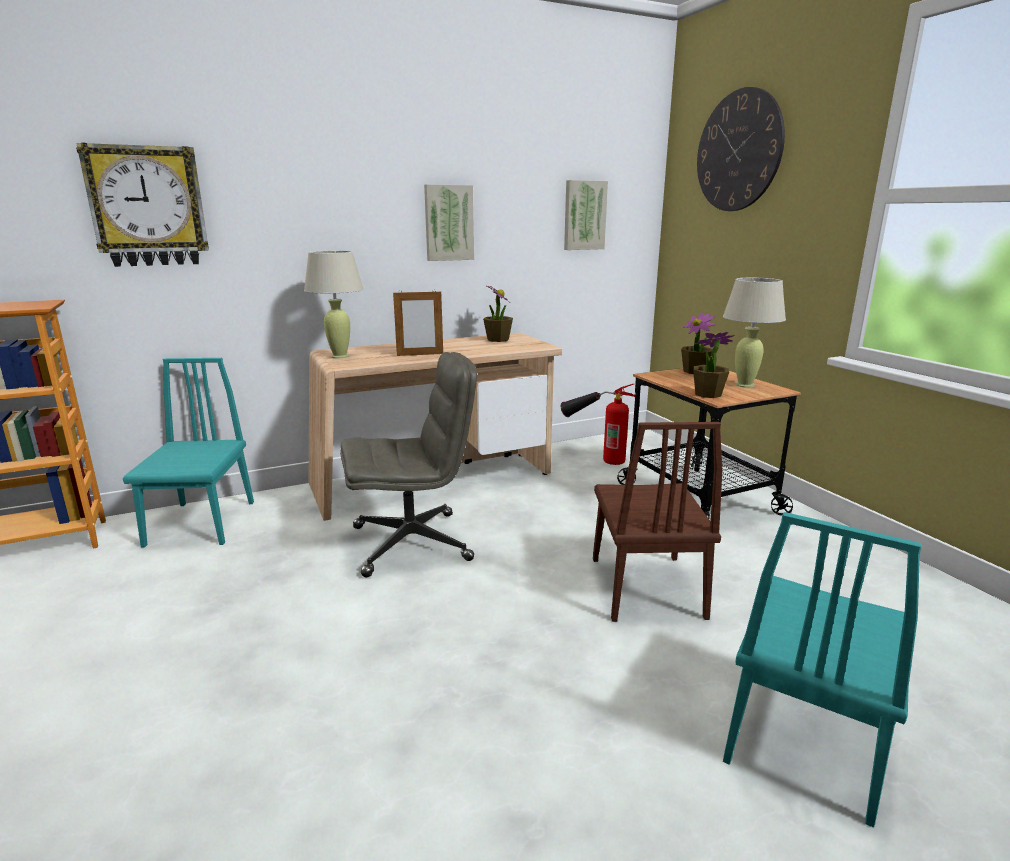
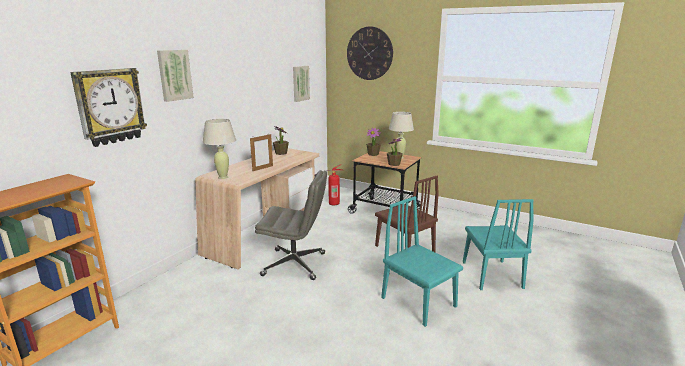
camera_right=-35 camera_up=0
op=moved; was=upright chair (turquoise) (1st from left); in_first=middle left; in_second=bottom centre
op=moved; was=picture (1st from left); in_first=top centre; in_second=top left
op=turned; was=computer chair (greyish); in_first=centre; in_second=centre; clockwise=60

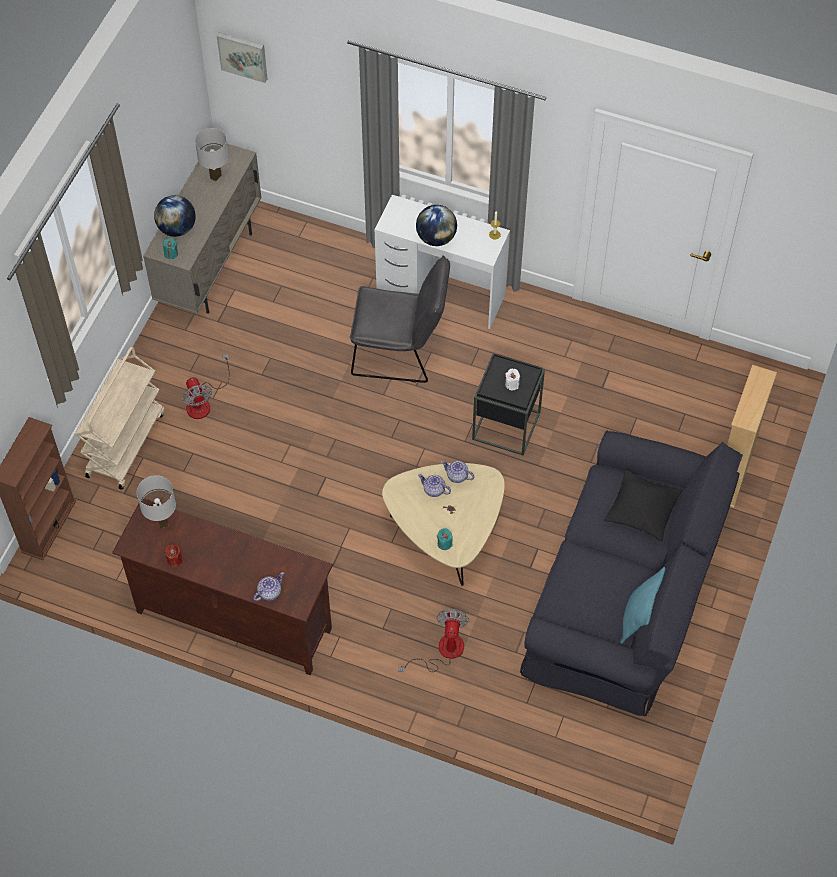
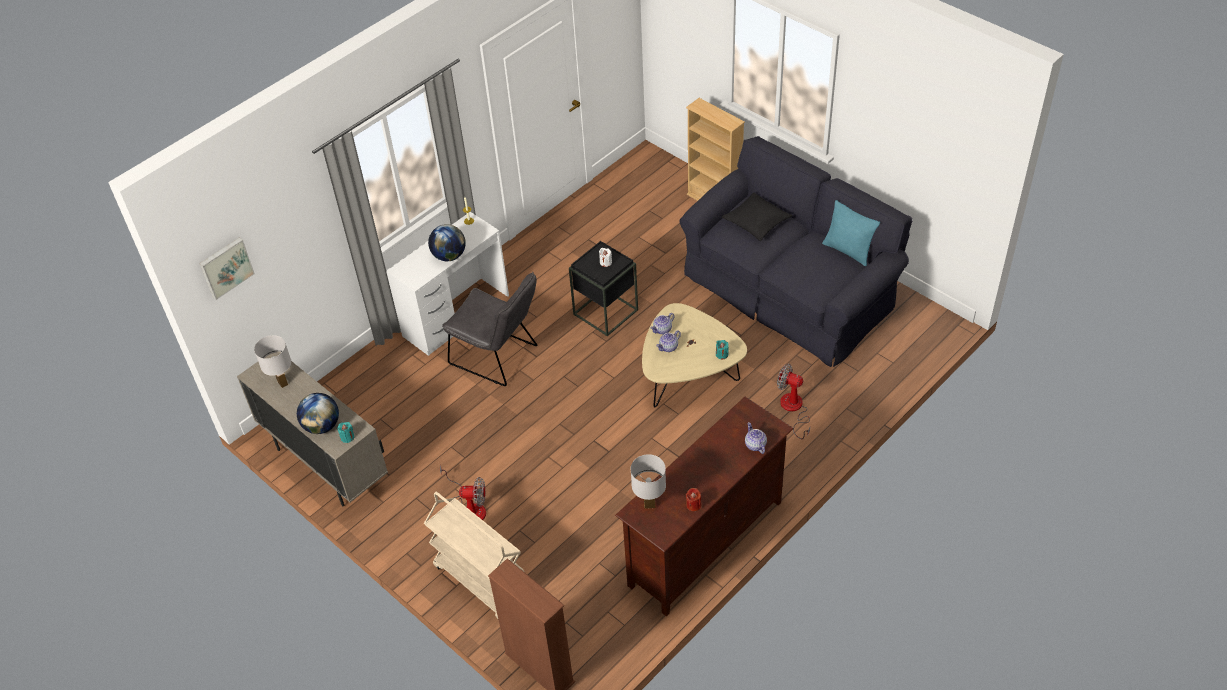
camera_right=-65 camera_up=-10
op=turned; was=upright chair (greyish); in_first=centre; in_second=centre; clockwise=90

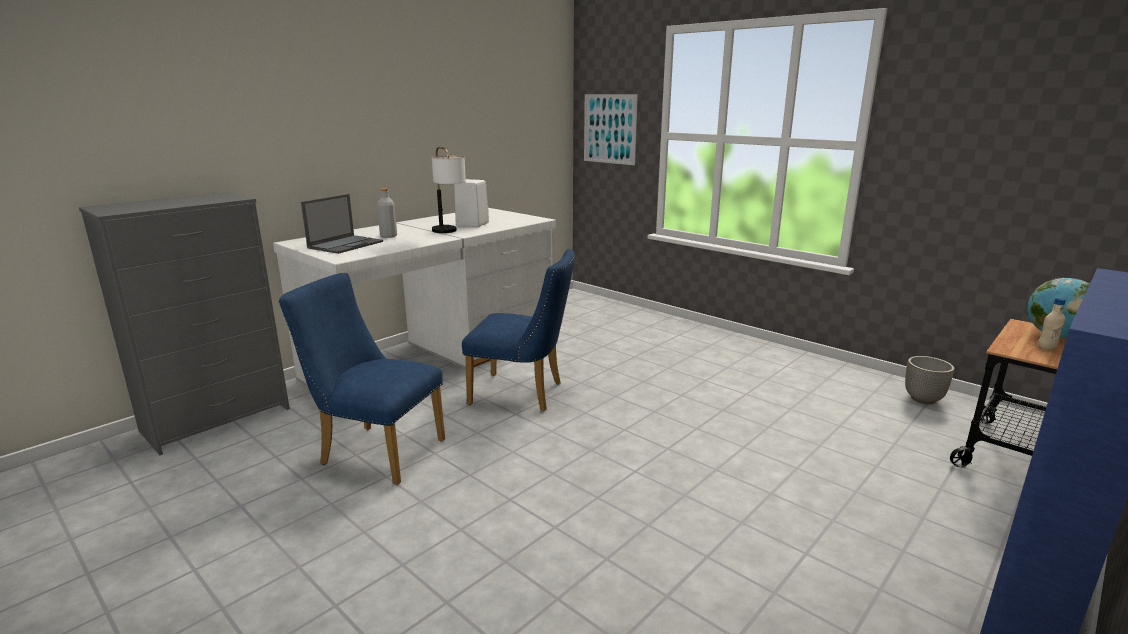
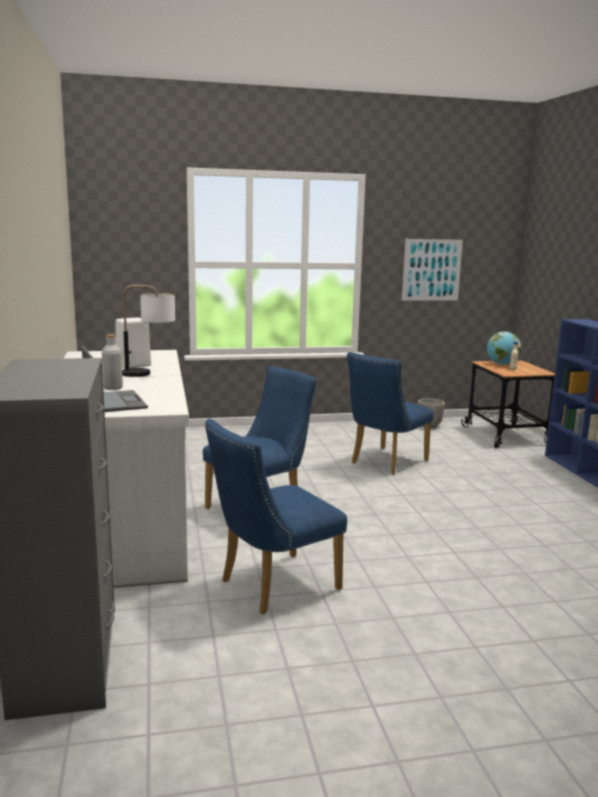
camera_right=-55 camera_up=-5
op=added; now=upright chair (bluish) (3rd from left); in_second=centre
op=moved; was=picture; in_first=top centre; in_second=middle right

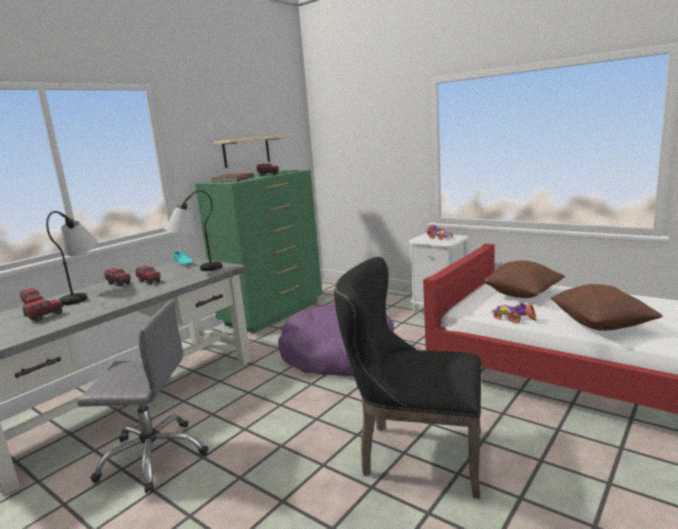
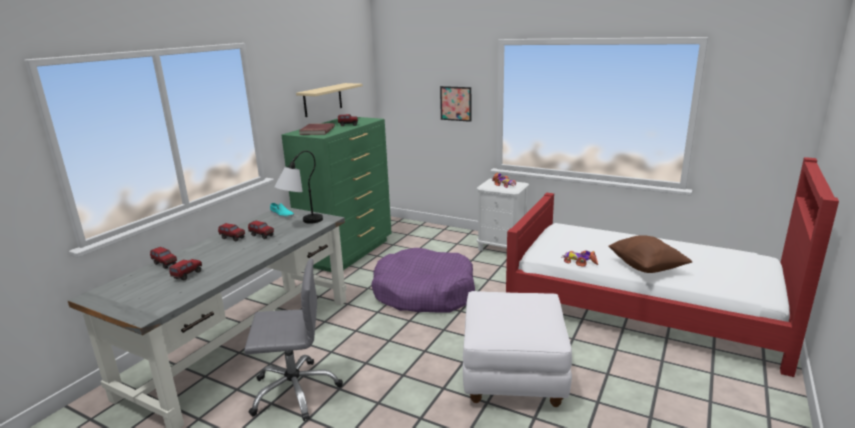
camera_right=-10 camera_up=5
op=removed; was=table lamp (1st from left); in_first=middle left
op=removed; was=cushion (brown) (1st from left); in_first=middle right
op=added; now=picture; in_second=top centre
op=replaced; was=upright chair (black); now=ottoman (white); in_first=bottom centre; in_second=bottom centre

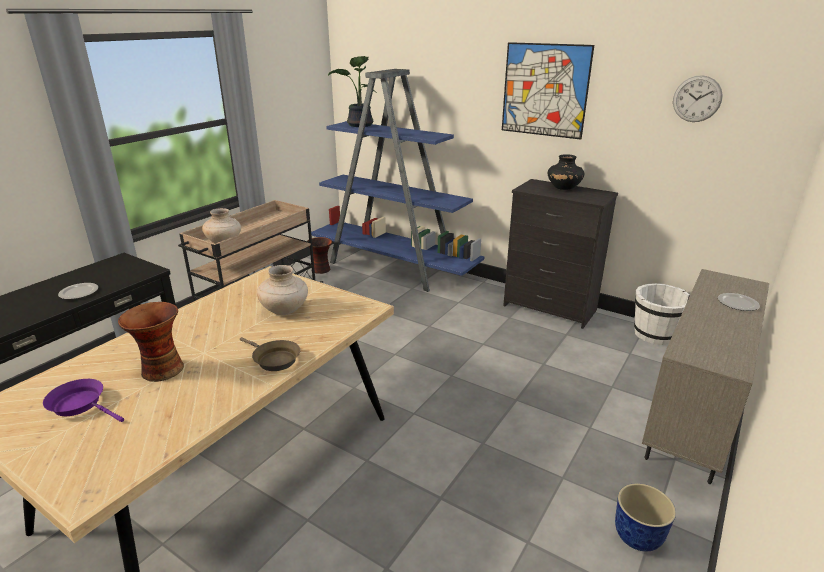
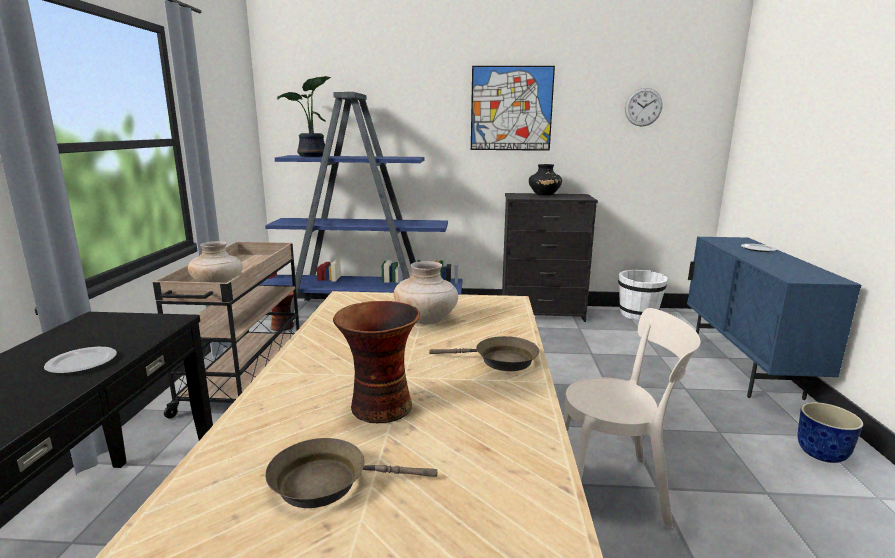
camera_right=-30 camera_up=-10
op=added; now=upright chair (sand-coloured); in_second=bottom right
op=recoloured; was=frying pan (purplish); now=frying pan (brown) (1st from left); in_first=bottom left; in_second=bottom centre
op=recoloured; was=storage cabinet (sand-coloured); now=storage cabinet (bluish); in_first=middle right; in_second=middle right

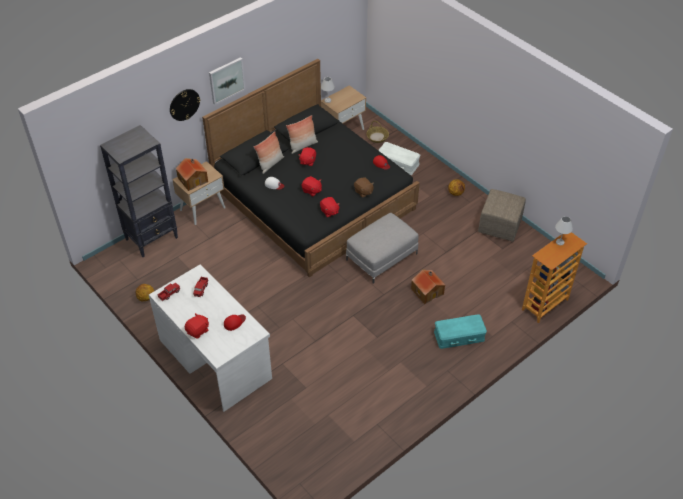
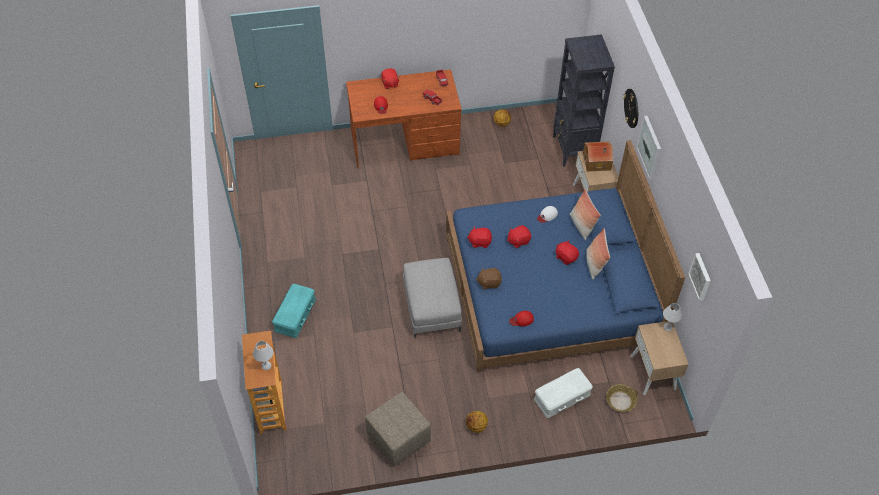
camera_right=120 camera_up=5
op=removed; was=model house (2nd from left); in_first=centre
op=added; now=picture (2nd from left); in_second=middle right
op=recoloured; was=desk table (white); now=desk table (brown); in_first=bottom left; in_second=top centre
op=recoloured; was=sleeping bed (black); now=sleeping bed (bluish); in_first=centre; in_second=centre

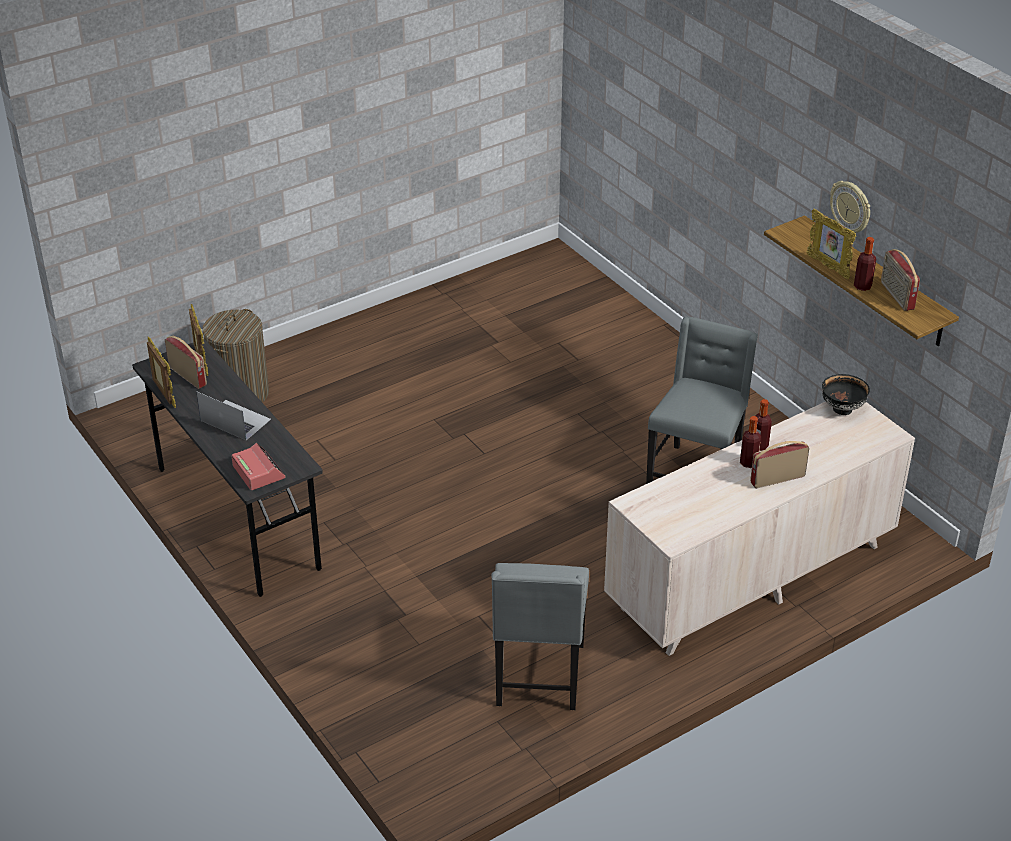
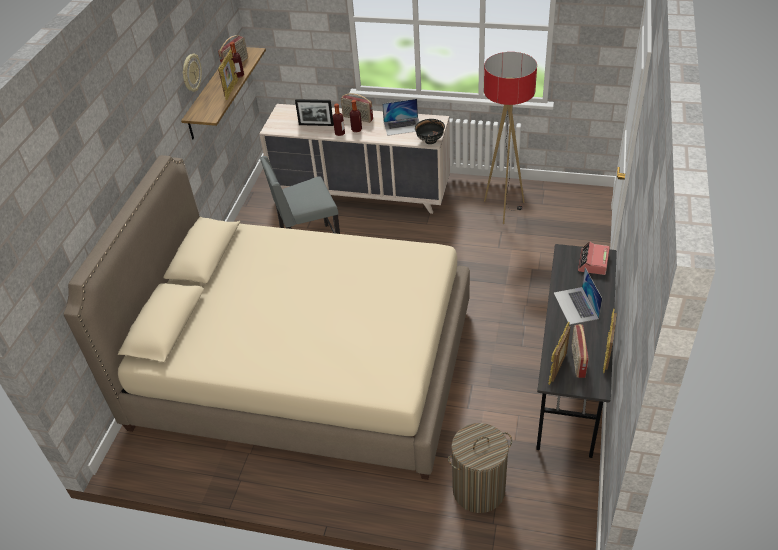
camera_right=-130 camera_up=5
op=added; now=sleeping bed (sand-coloured); in_second=centre
op=added; now=standing frame (2nd from left); in_second=top centre
op=added; now=portable computer (1st from left); in_second=top centre
op=moved; was=bowl (black); in_first=middle right; in_second=top centre
op=replaced; was=upright chair (greyish) (1st from left); now=standard lamp; in_first=bottom centre; in_second=top centre

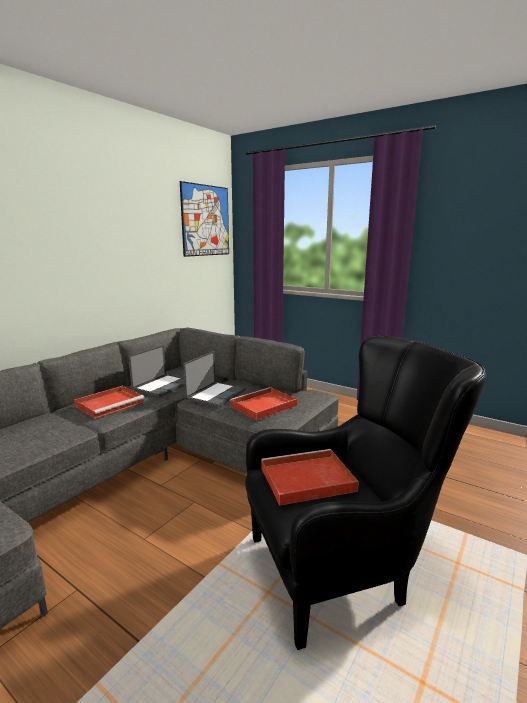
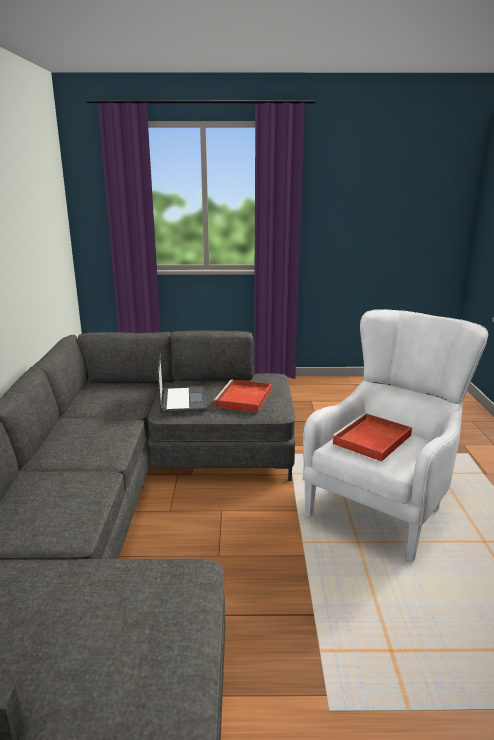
camera_right=-35 camera_up=5
op=removed; was=tray (red-coloured) (1st from left); in_first=middle left
op=removed; was=portable computer (1st from left); in_first=middle left
op=removed; was=picture; in_first=top centre
op=recoloured; was=armchair (black); now=armchair (white); in_first=bottom right; in_second=middle right

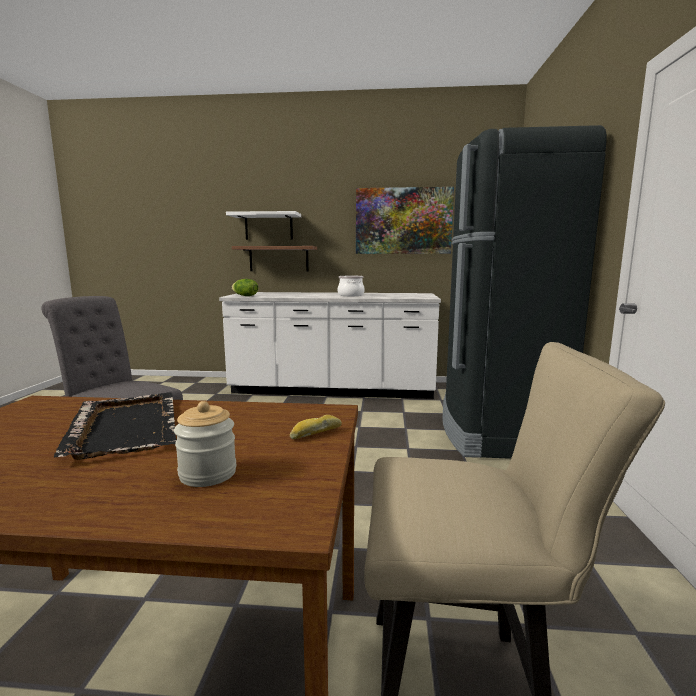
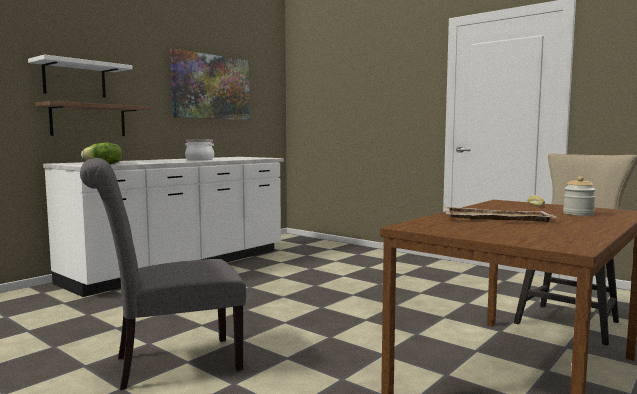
camera_right=-55 camera_up=-5
op=removed; was=fridge (black); in_first=middle right
op=recoloured; was=tray (black); now=tray (sand-coloured); in_first=middle left; in_second=middle right

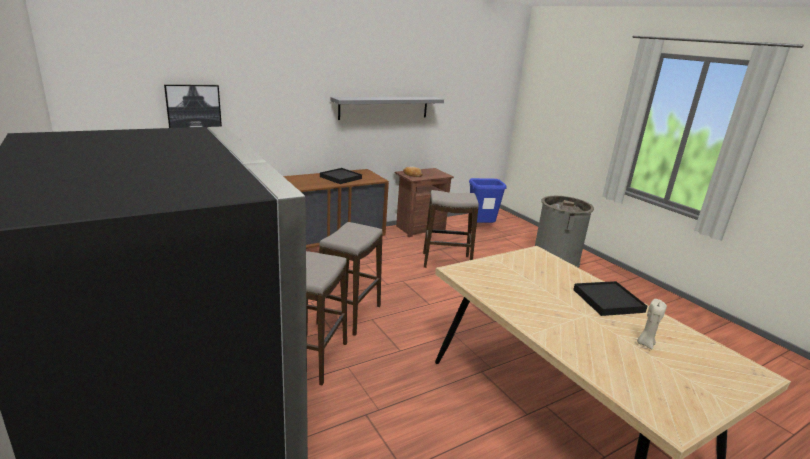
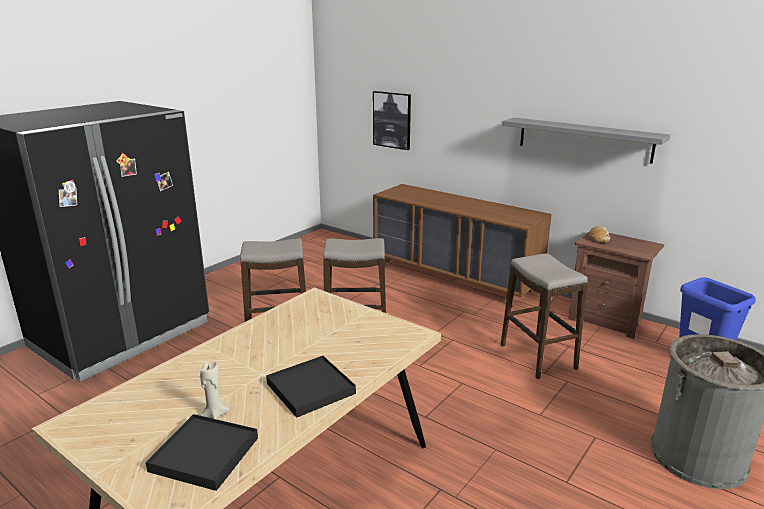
camera_right=70 camera_up=0
op=moved; was=tray (black) (1st from left); in_first=centre; in_second=bottom left

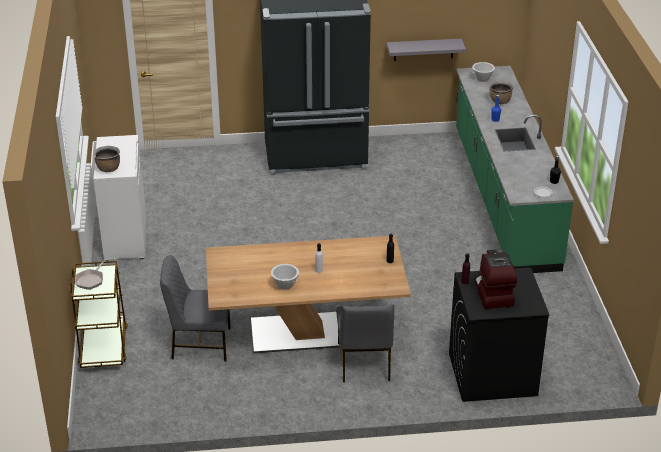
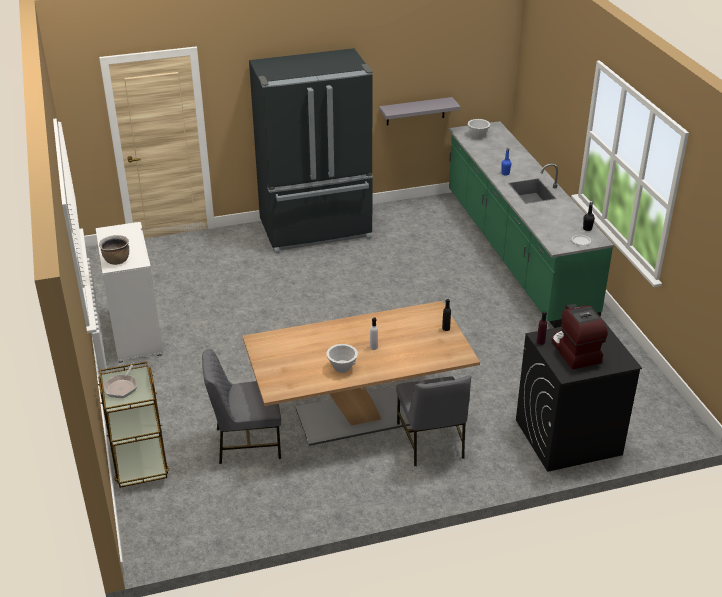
camera_right=-10 camera_up=0
op=removed; was=stockpot (brown) (2nd from left); in_first=top right

